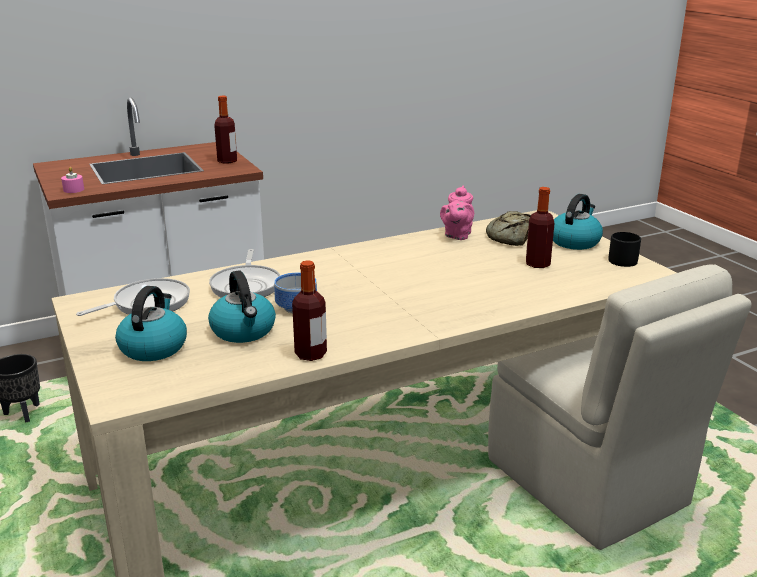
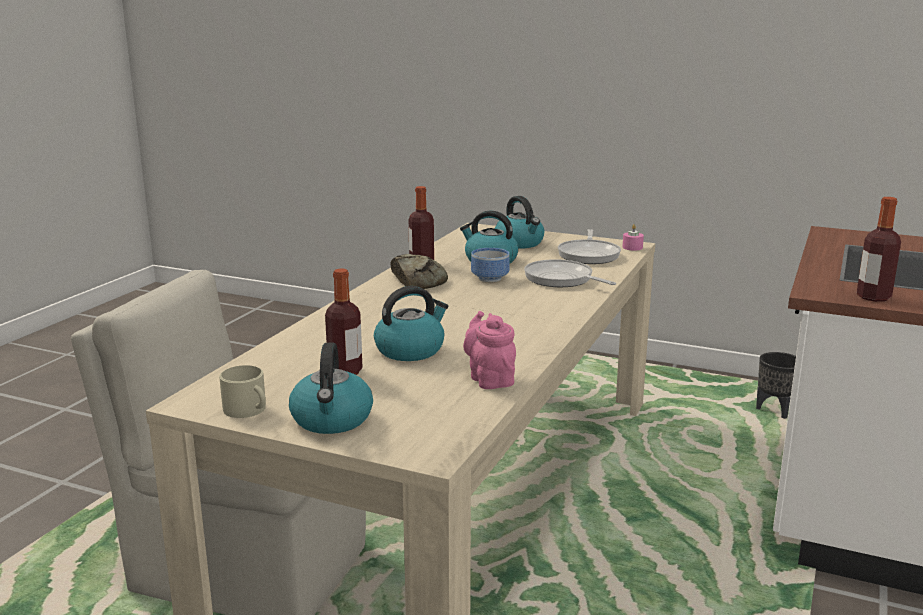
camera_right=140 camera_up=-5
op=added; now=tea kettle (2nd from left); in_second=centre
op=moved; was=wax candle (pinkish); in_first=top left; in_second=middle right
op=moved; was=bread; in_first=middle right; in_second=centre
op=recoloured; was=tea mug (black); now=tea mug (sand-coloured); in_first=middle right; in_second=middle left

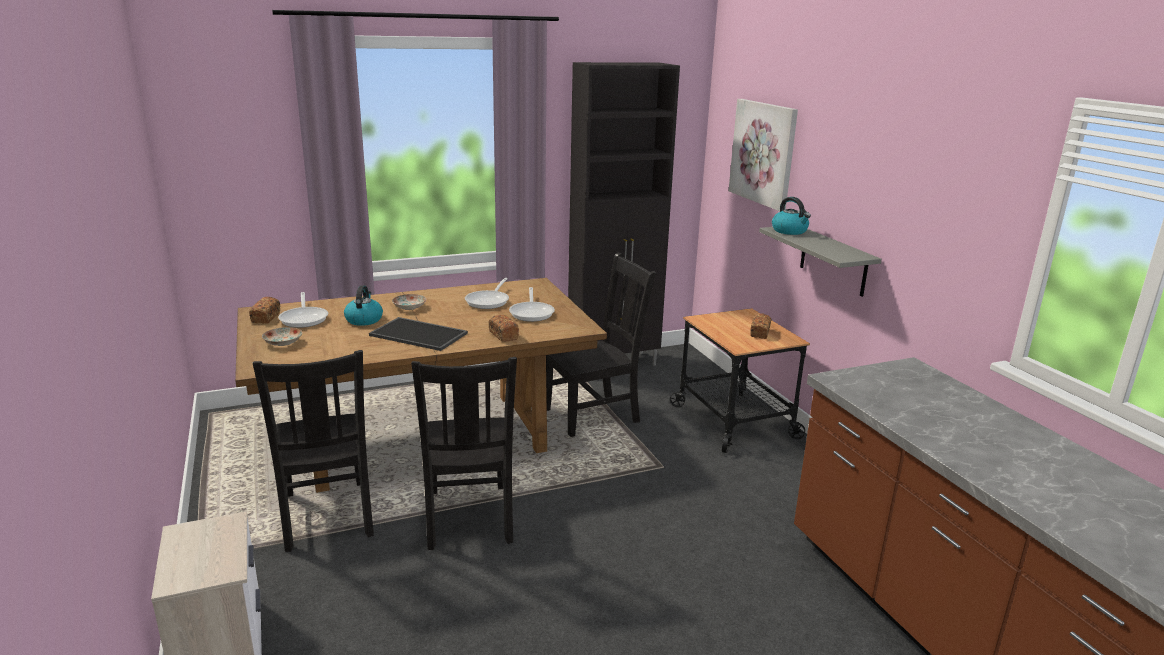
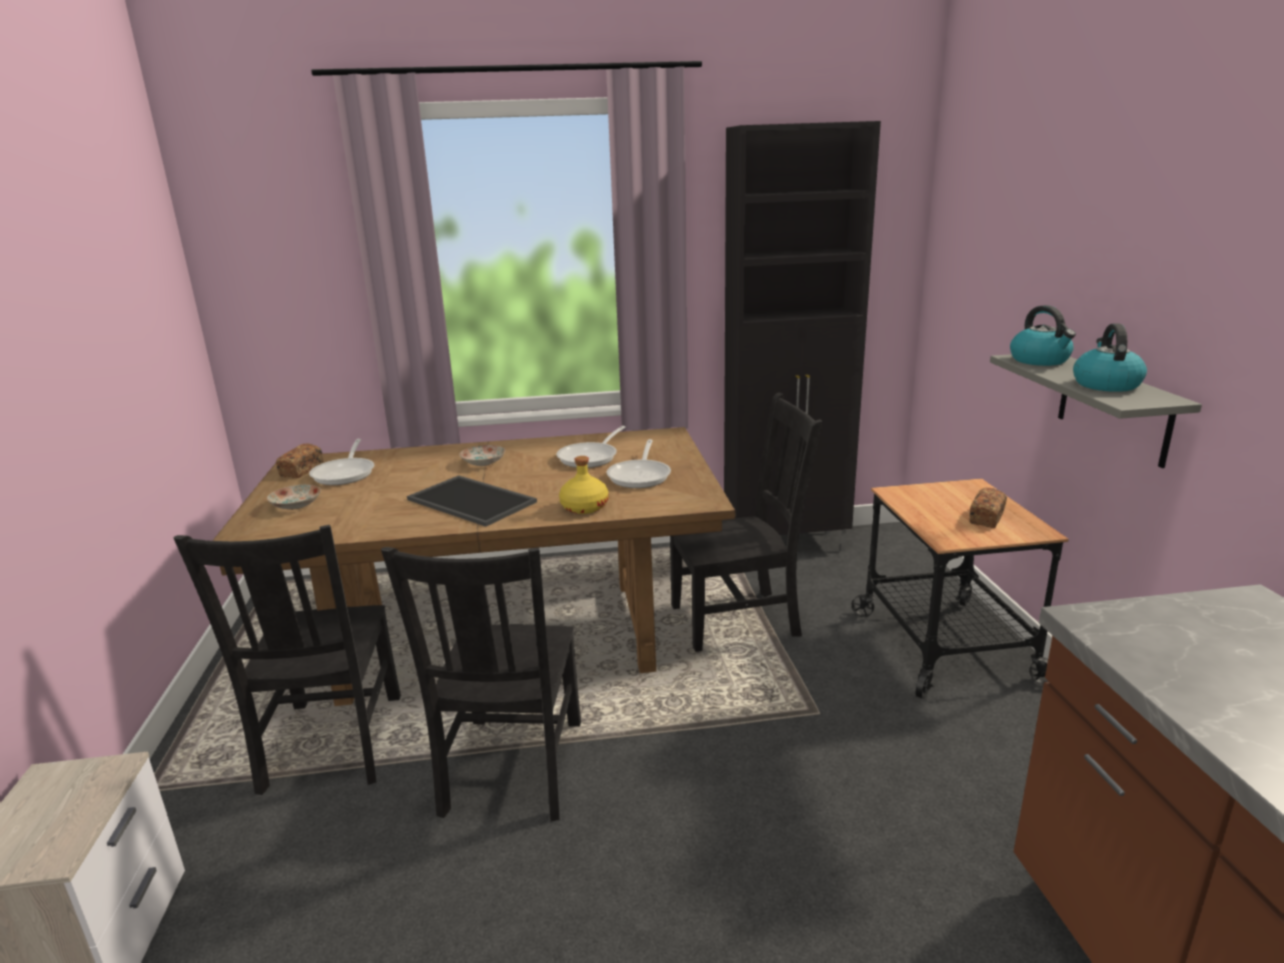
camera_right=15 camera_up=0
op=removed; was=picture; in_first=top centre
op=moved; was=tea kettle (1st from left in the first image); now=tea kettle (2nd from left); in_first=middle left; in_second=middle right
op=replaced; was=bread (2nd from left); now=bottle (yellow-coloured); in_first=centre; in_second=centre

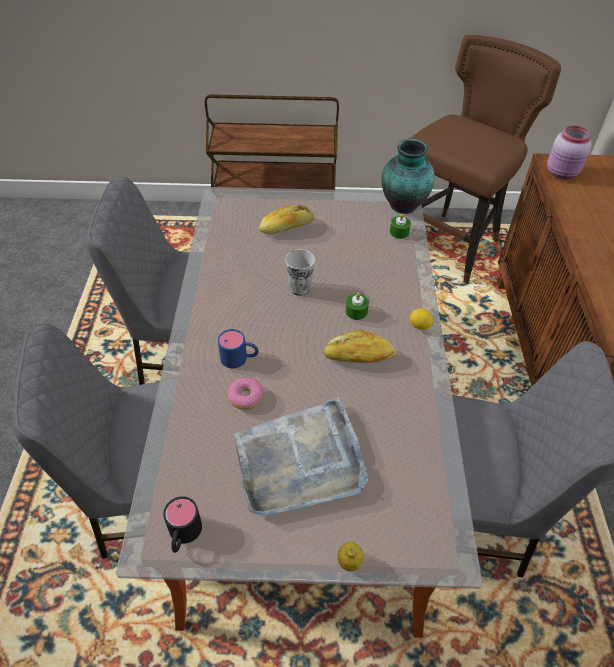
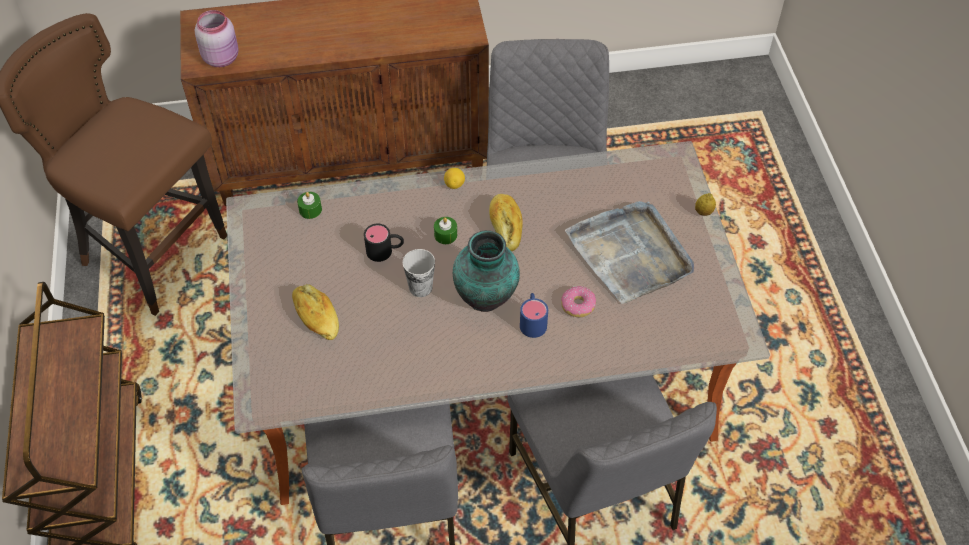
camera_right=-100 camera_up=5
op=moved; was=tea mug (black); in_first=bottom left; in_second=centre
op=moved; was=decorative vase; in_first=top centre; in_second=centre

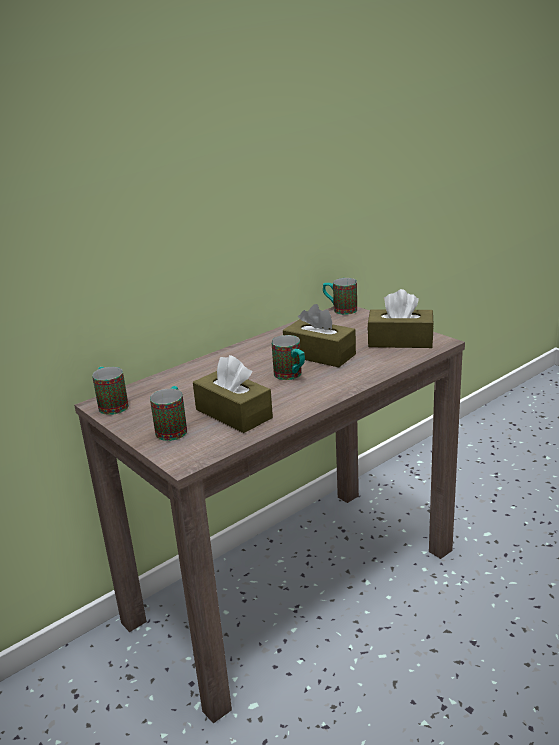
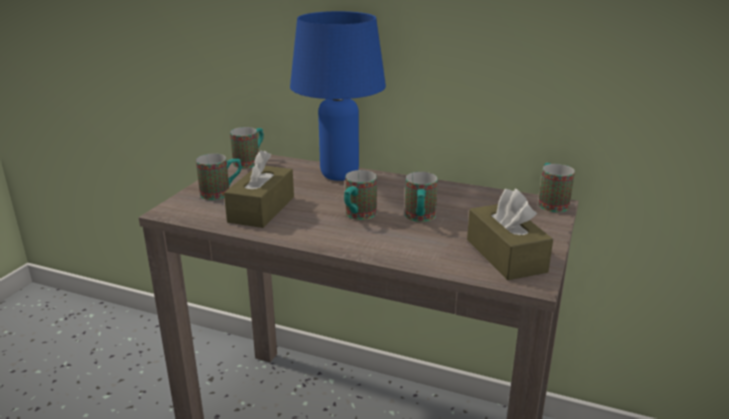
camera_right=60 camera_up=0
op=added; now=table lamp (bluish); in_second=top centre
op=replaced; was=tissue box (brown) (2nd from left); now=tea mug (4th from left); in_first=centre; in_second=centre

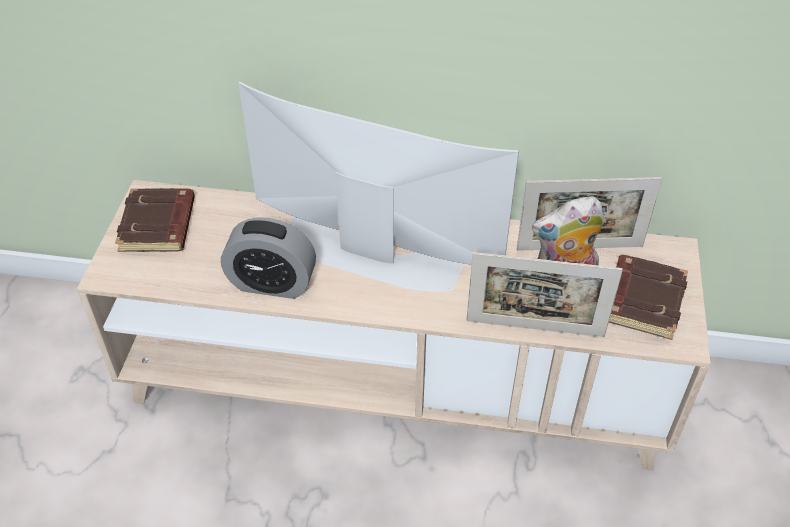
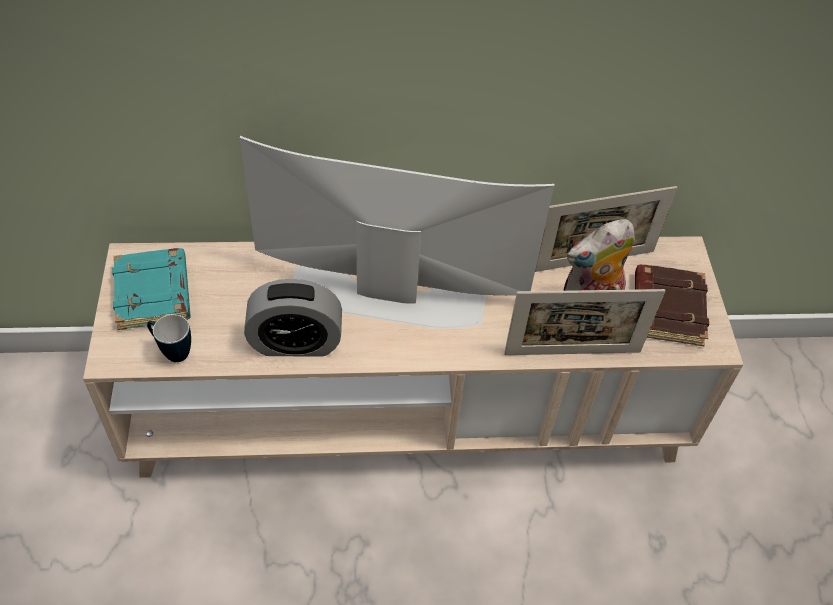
camera_right=-15 camera_up=5
op=added; now=tea mug; in_second=middle left
op=recoloured; was=volume (brown) (1st from left); now=volume (turquoise); in_first=middle left; in_second=middle left

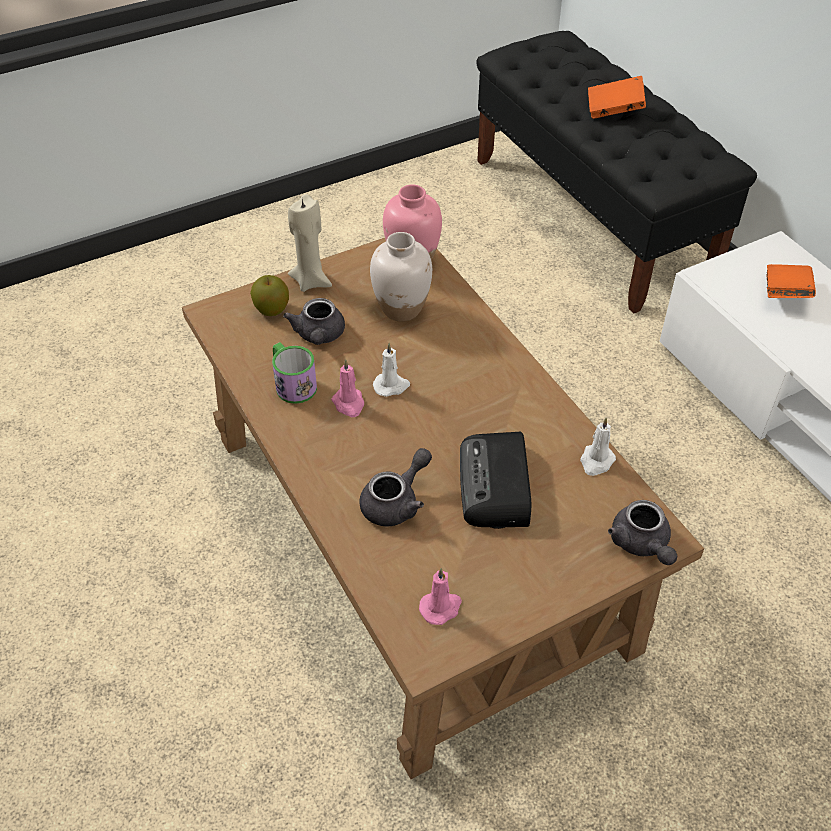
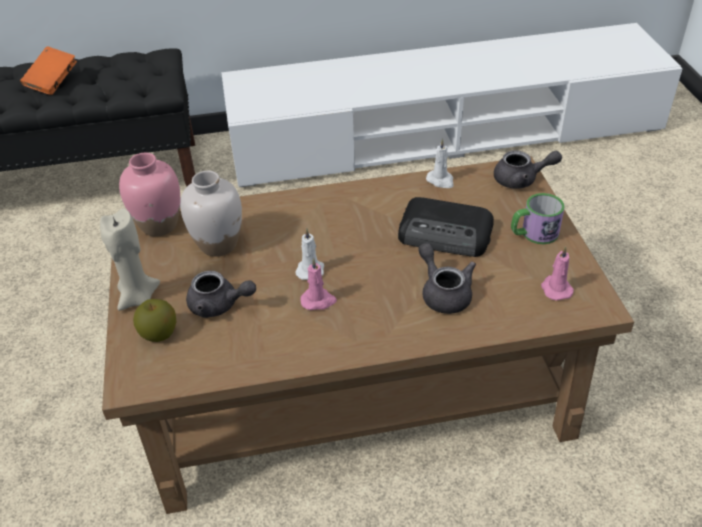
camera_right=-70 camera_up=-5
op=removed; was=volume (orange-coloured) (2nd from left); in_first=middle right
op=moved; was=tea mug; in_first=centre; in_second=middle right

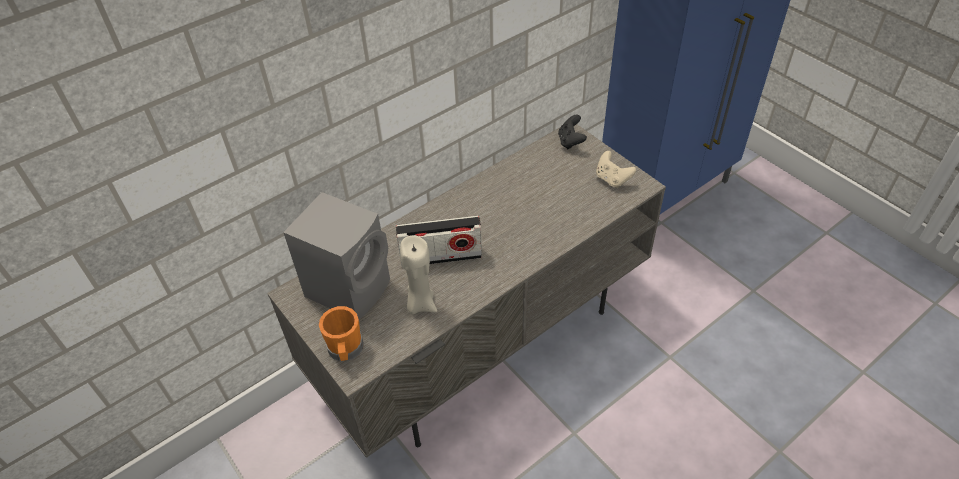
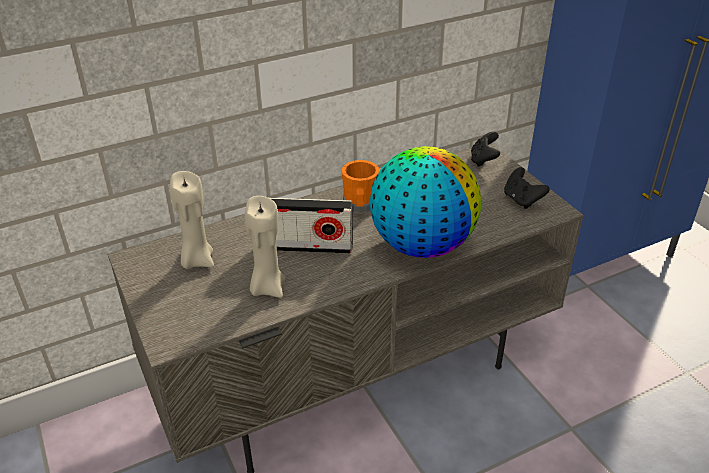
camera_right=10 camera_up=-10
op=added; now=world globe; in_second=centre
op=moved; was=tea mug (orange-coloured); in_first=bottom centre; in_second=centre
op=replaced; was=speaker (greyish); now=wax candle (sand-coloured) (1st from left); in_first=centre; in_second=middle left
op=recoloured; was=joypad (sand-coloured); now=joypad (black) (2nd from left); in_first=centre; in_second=middle right

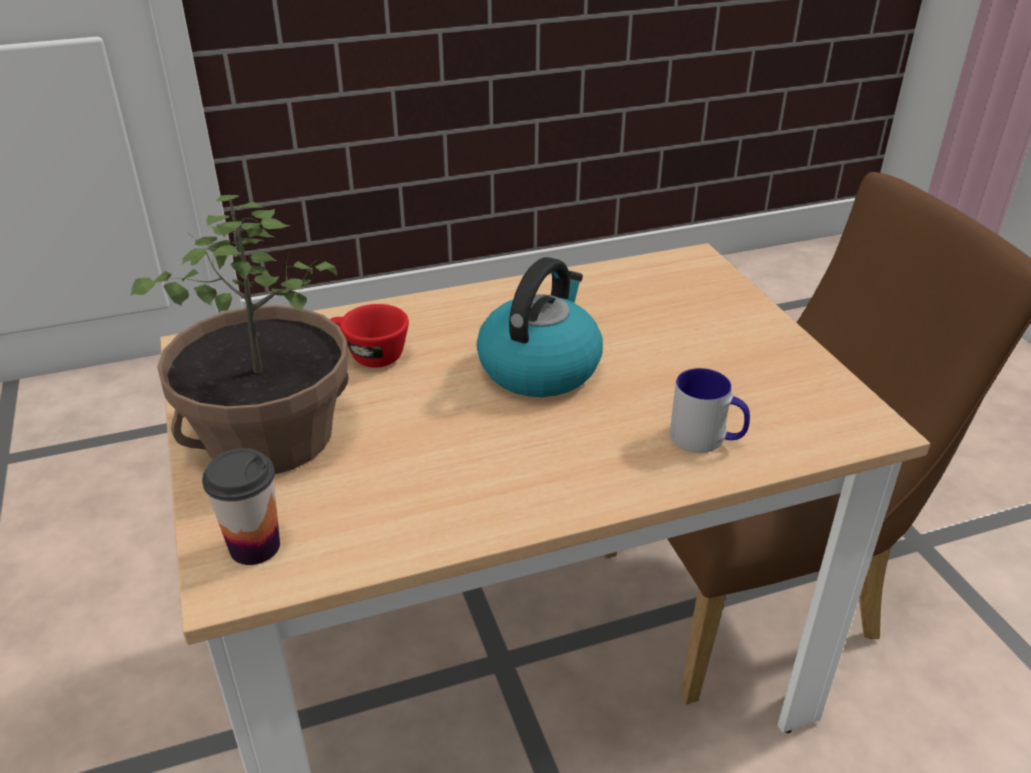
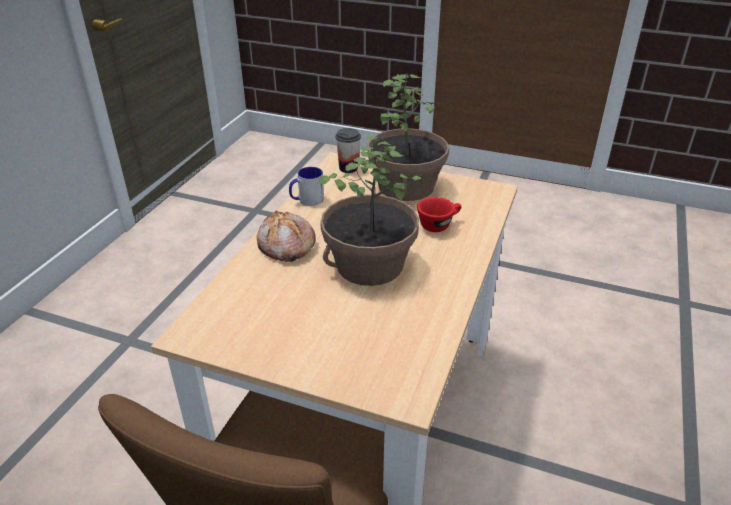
camera_right=130 camera_up=0
op=added; now=bread; in_second=centre
op=moved; was=tea mug; in_first=middle right; in_second=centre
op=replaced; was=tea kettle; now=potted plant (1st from left); in_first=centre; in_second=centre

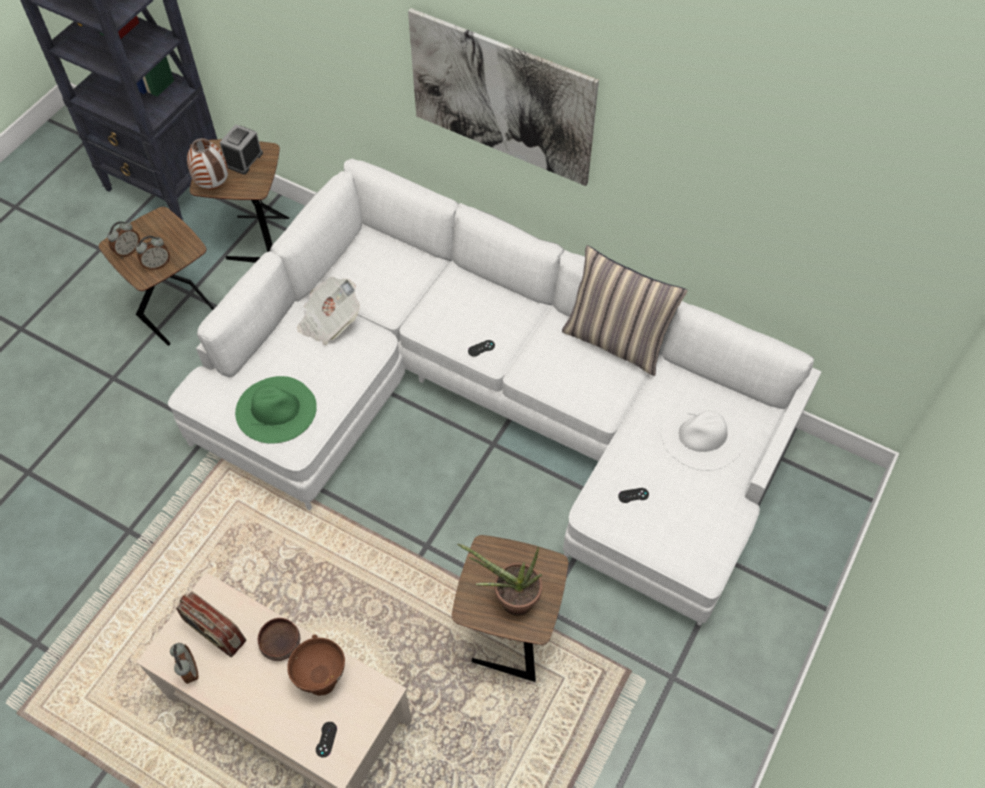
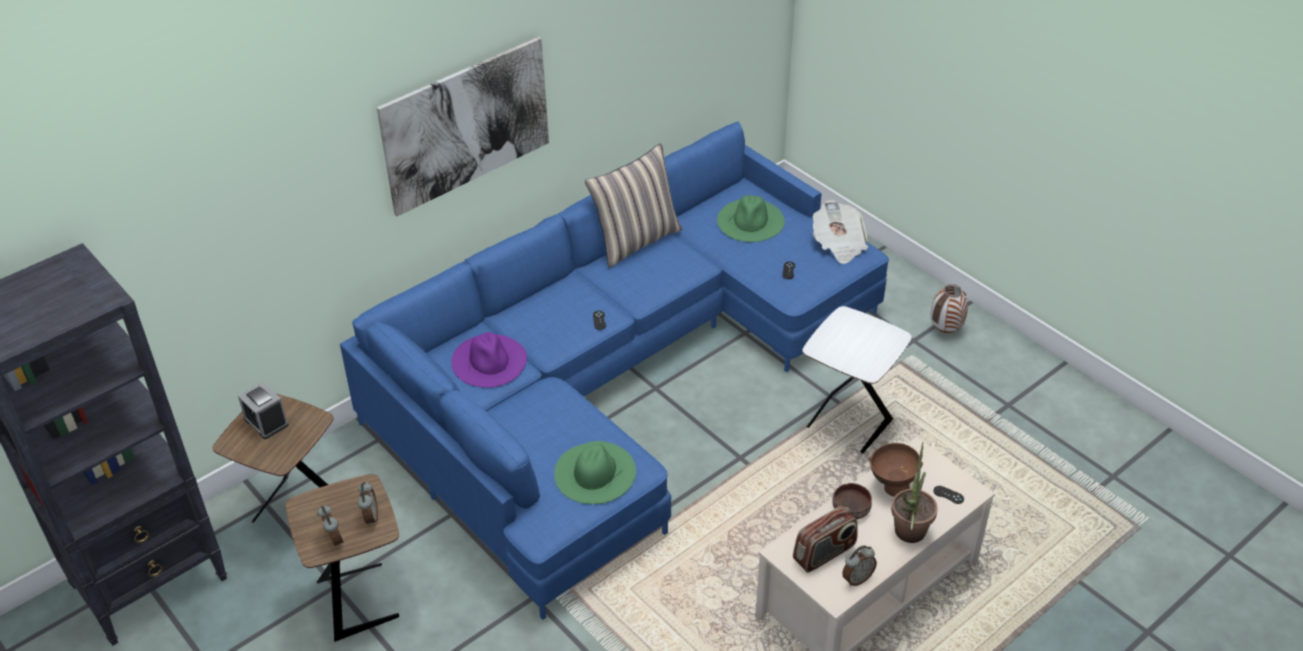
camera_right=-70 camera_up=-15
op=added; now=wearable hat (purplish); in_second=centre
op=moved; was=decorative vase; in_first=top left; in_second=middle right
op=moved; was=printed paper; in_first=middle left; in_second=centre
op=moved; was=potted plant; in_first=bottom centre; in_second=bottom right
op=recoloured; was=settee (white); now=settee (bluish); in_first=centre; in_second=centre
op=recoloured; was=side table (brown) (3rd from left); now=side table (white); in_first=bottom centre; in_second=centre
op=recoloured; was=wearable hat (white); now=wearable hat (green) (2nd from left); in_first=middle right; in_second=centre
op=turned; was=bedside clock (3rd from left in the first image); in_first=bottom left; in_second=bottom centre; clockwise=150

